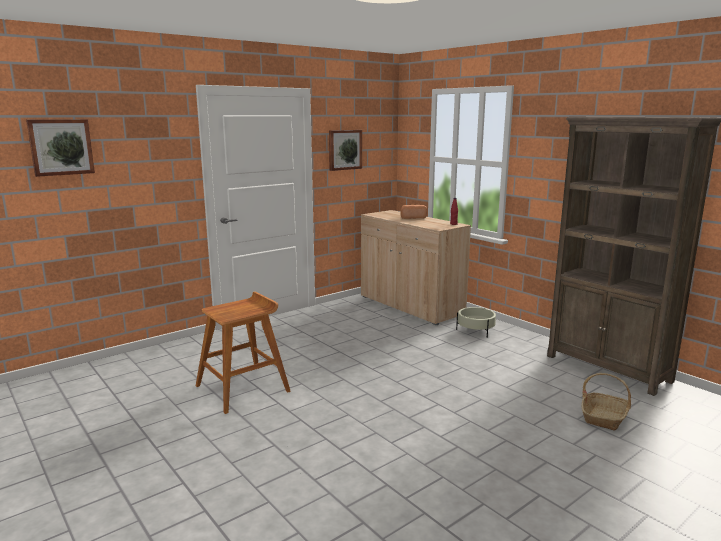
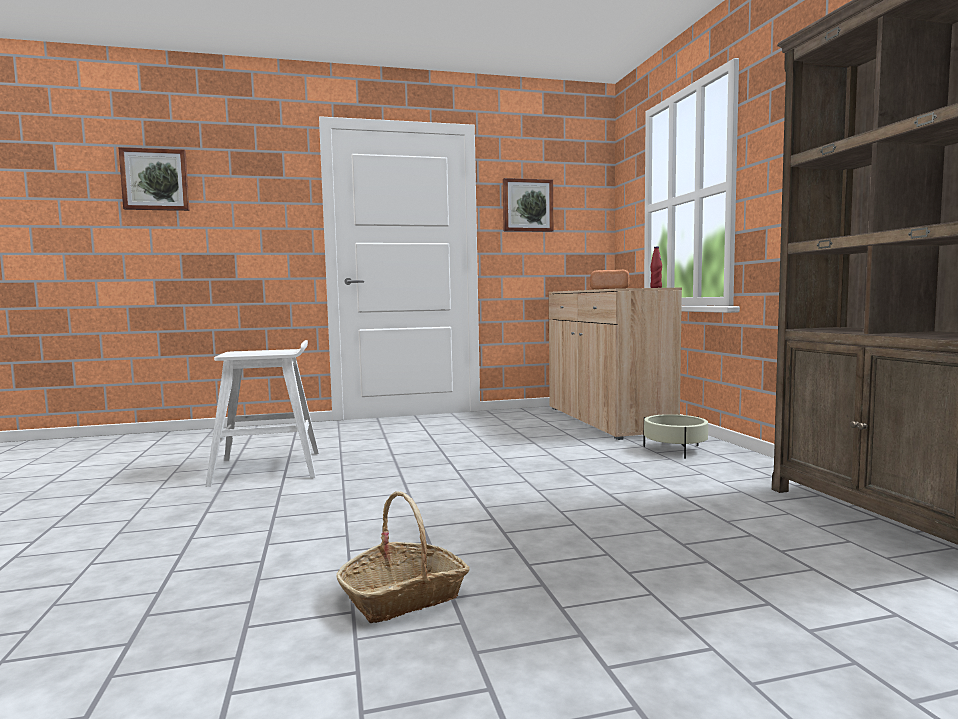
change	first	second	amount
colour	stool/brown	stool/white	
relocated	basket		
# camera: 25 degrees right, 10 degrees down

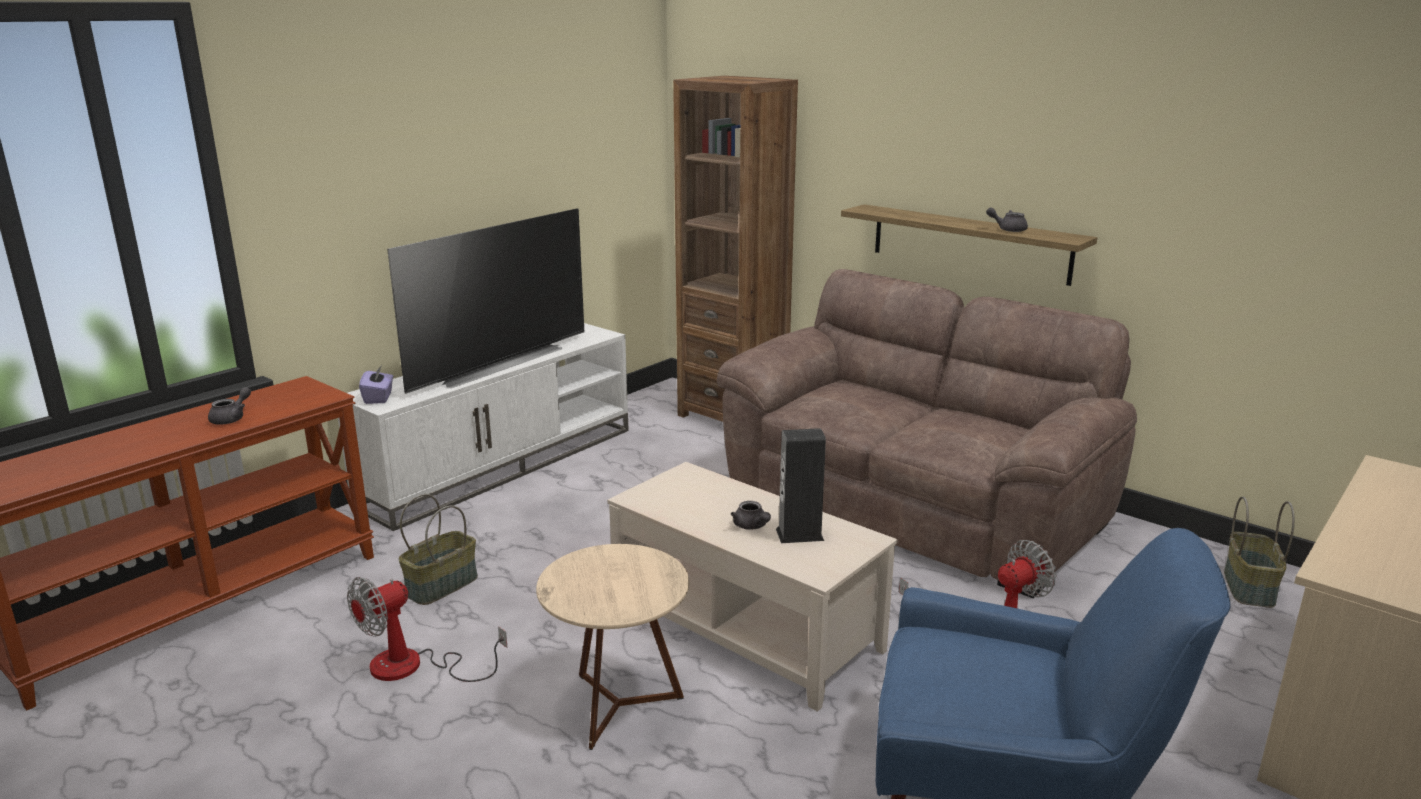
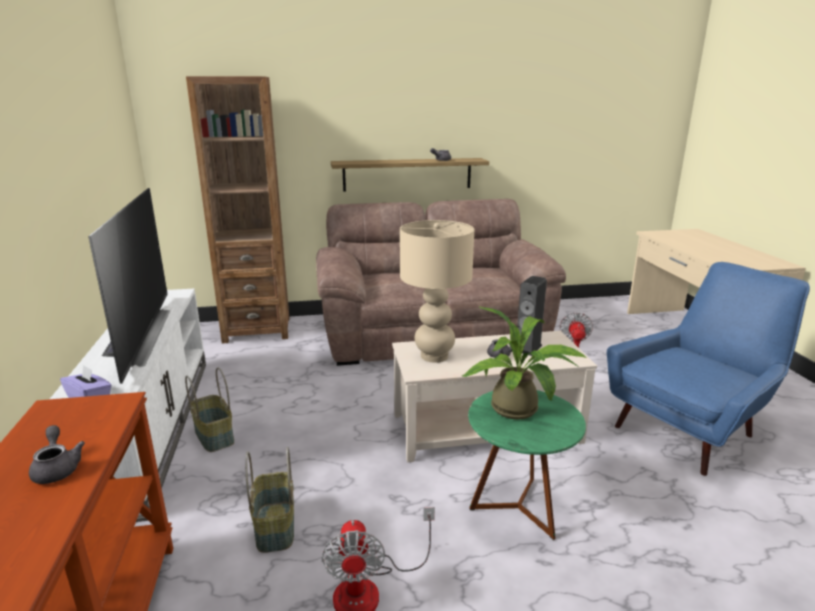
change	first	second	amount
relocated	basket (no. 2 from left in the first image)	basket (no. 1 from left)	
colour	side table/beige	side table/green	
appeared		table lamp/beige	
appeared		potted plant	
# camera: 50 degrees left, 0 degrees up

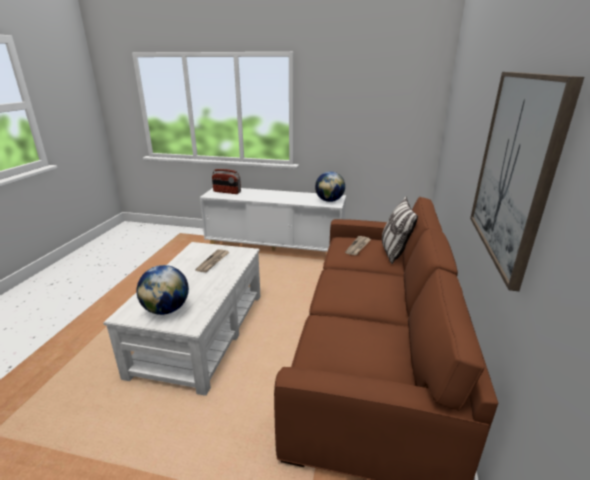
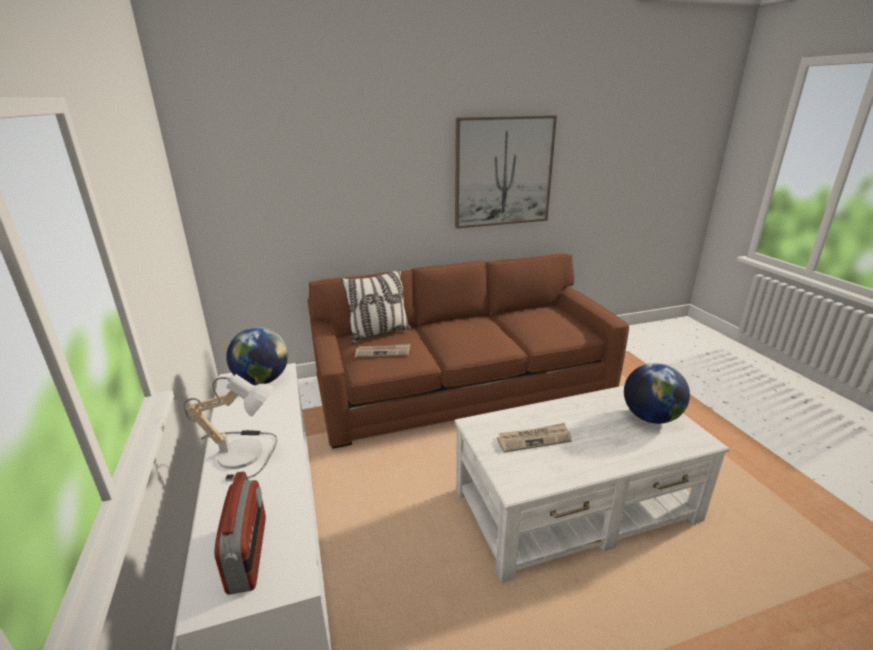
change	first	second	amount
appeared		table lamp	
# camera: 120 degrees left, 0 degrees up

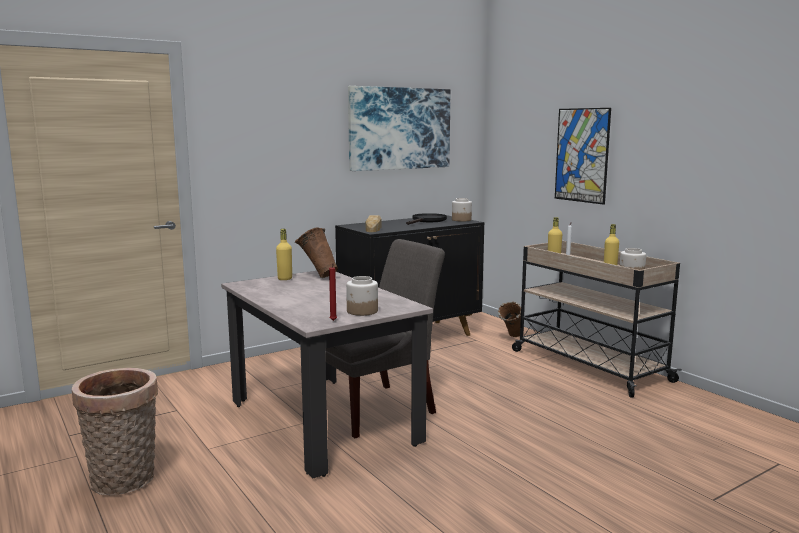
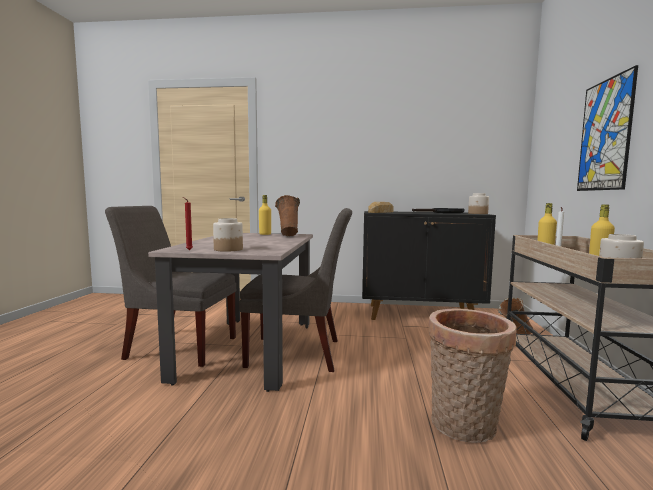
change	first	second	amount
missing	picture (no. 1 from left)		
relocated	basket		
appeared		chair/grey (no. 1 from left)	
# camera: 40 degrees right, 5 degrees down

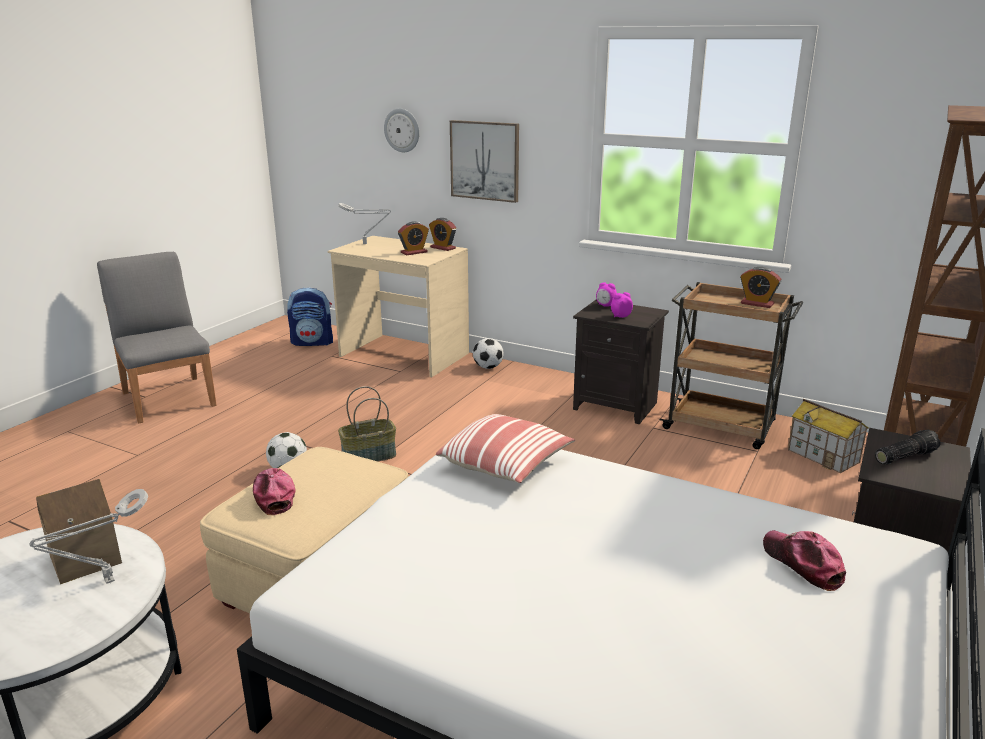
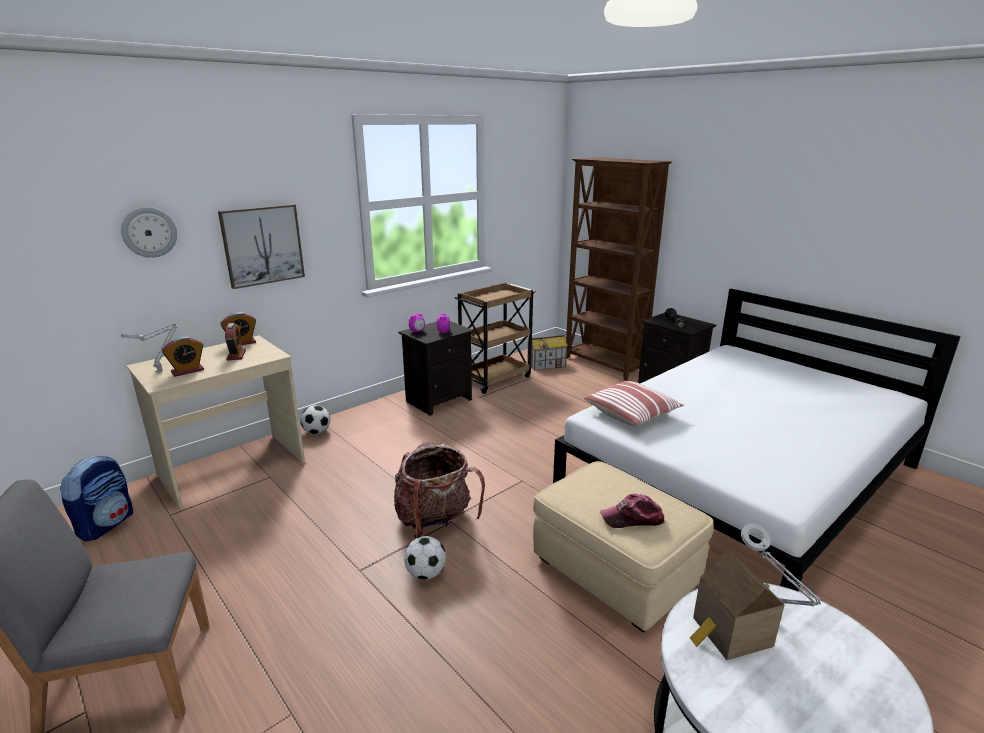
change	first	second	amount
relocated	alarm clock (no. 5 from left in the first image)	alarm clock (no. 1 from left)	
exchanged	basket	backpack (no. 2 from left)	
missing	cap (no. 2 from left)		
# camera: 70 degrees left, 0 degrees up

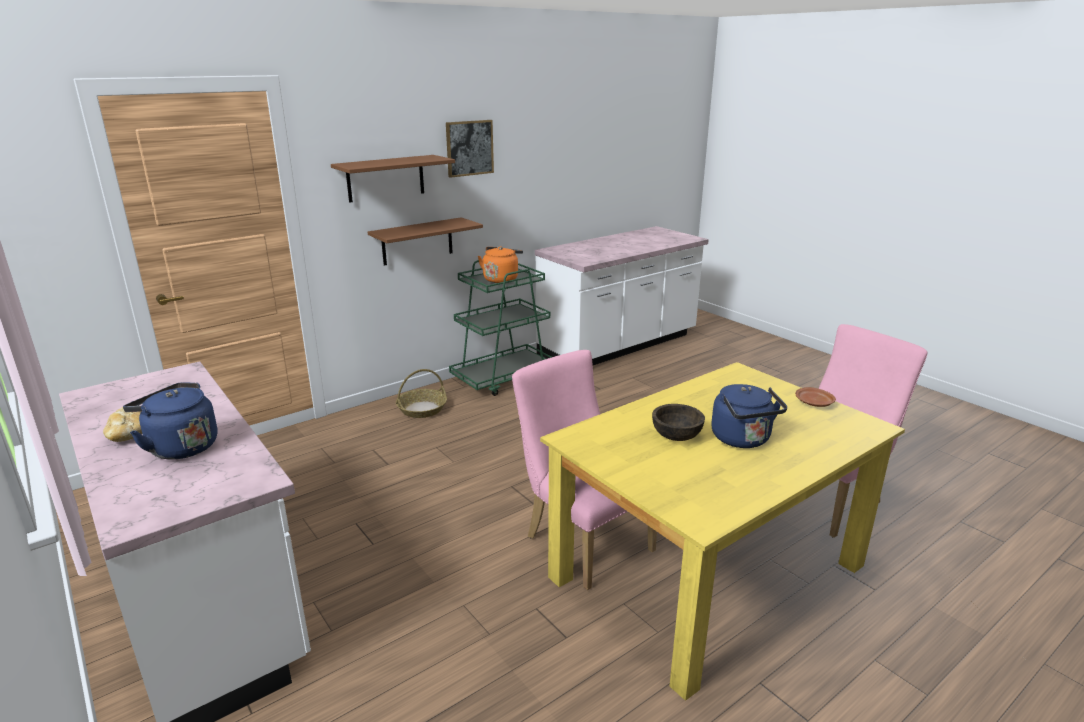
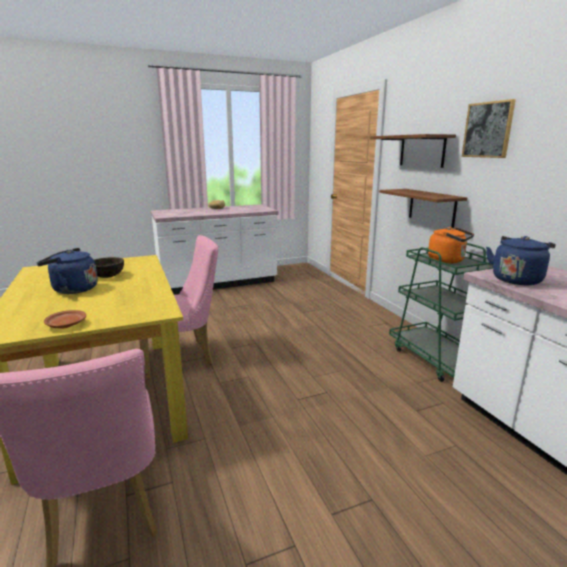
change	first	second	amount
missing	basket		
relocated	kettle/blue (no. 1 from left in the first image)	kettle/blue (no. 2 from left)	
# camera: 105 degrees right, 5 degrees down

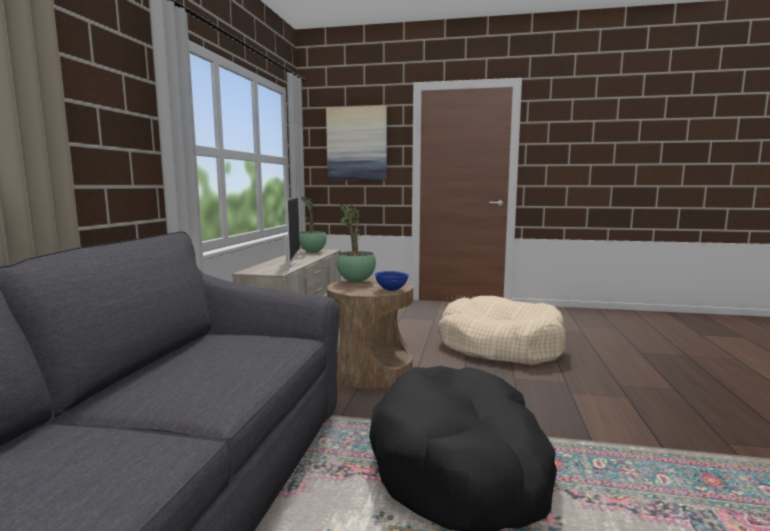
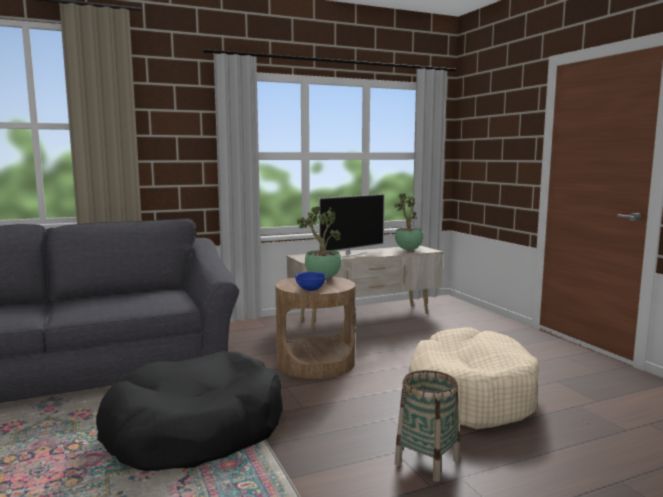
change	first	second	amount
missing	picture		
appeared		basket	
# camera: 55 degrees right, 0 degrees up

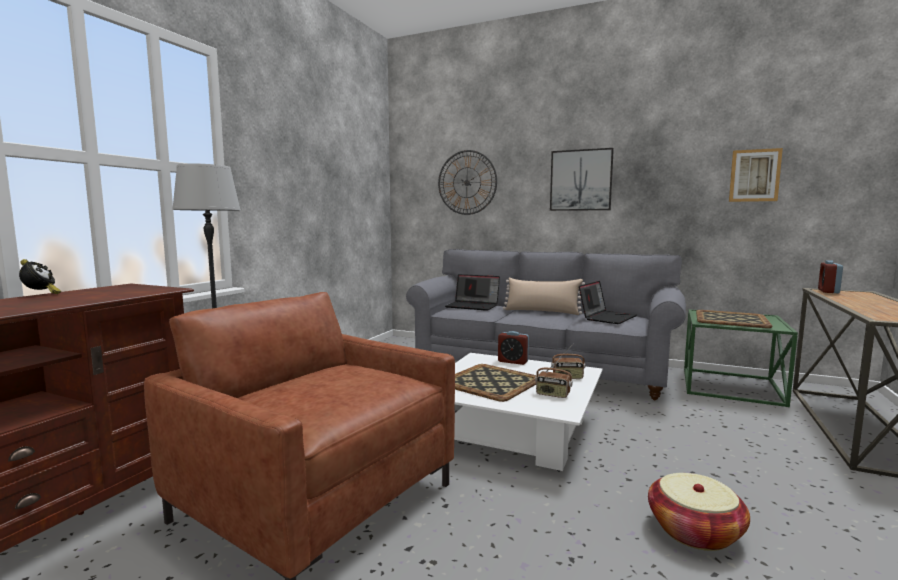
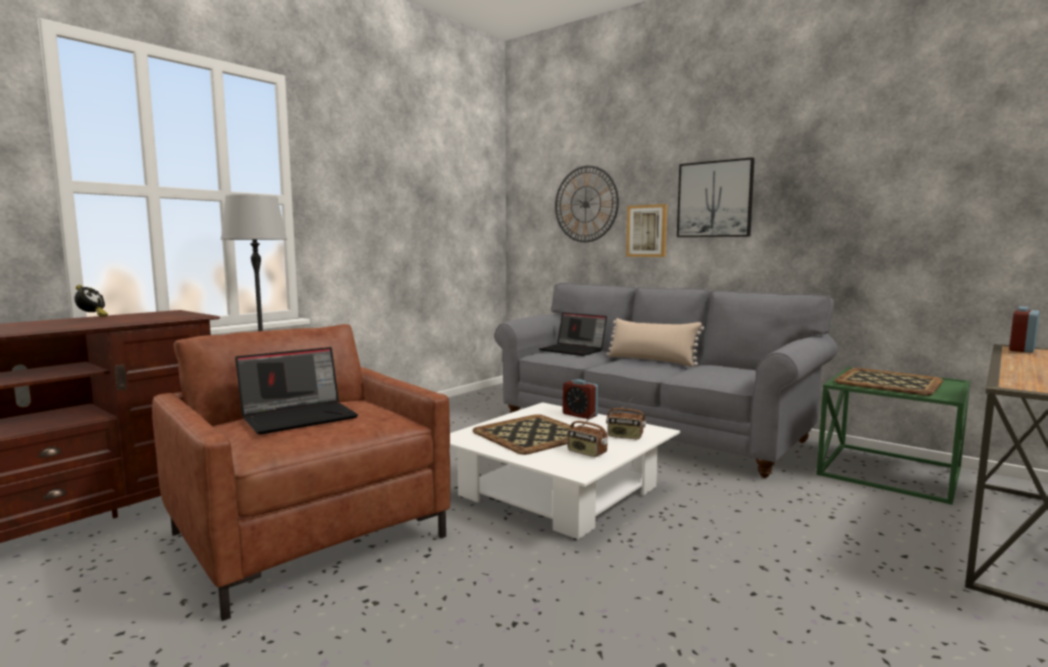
change	first	second	amount
relocated	picture (no. 2 from left in the first image)	picture (no. 1 from left)	
relocated	laptop (no. 2 from left in the first image)	laptop (no. 1 from left)	
missing	basket		
# camera: 15 degrees right, 0 degrees up

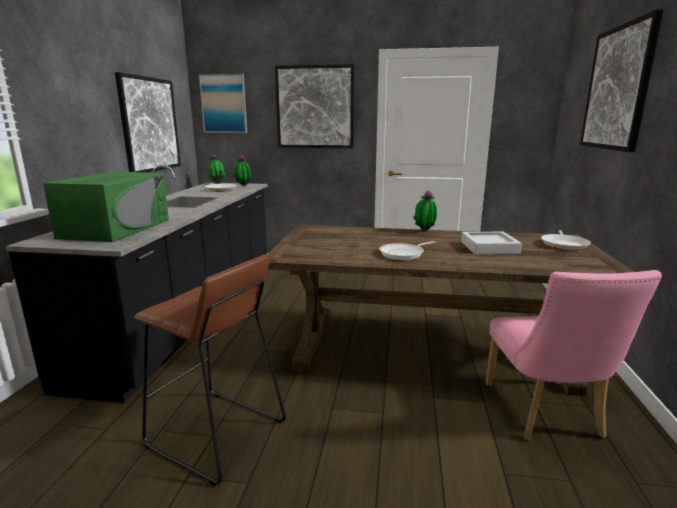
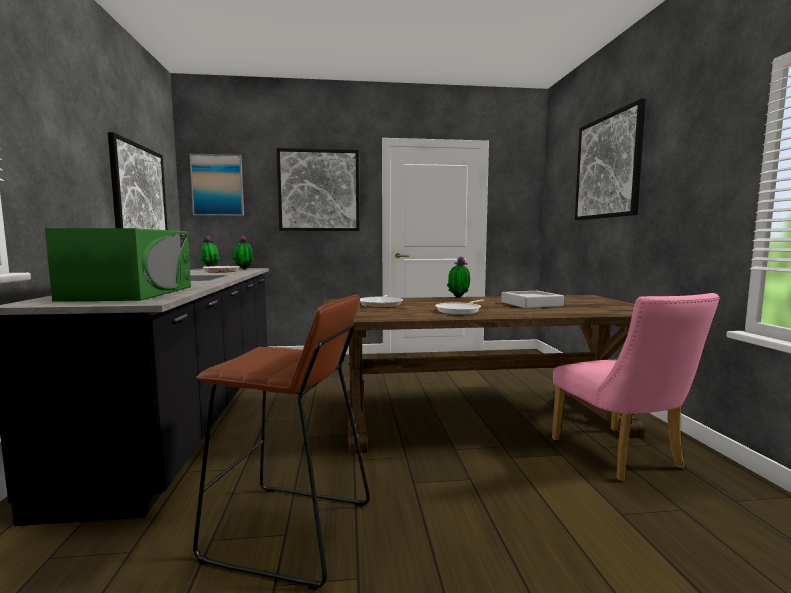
change	first	second	amount
relocated	frying pan (no. 3 from left in the first image)	frying pan (no. 2 from left)	
# camera: 15 degrees left, 10 degrees down

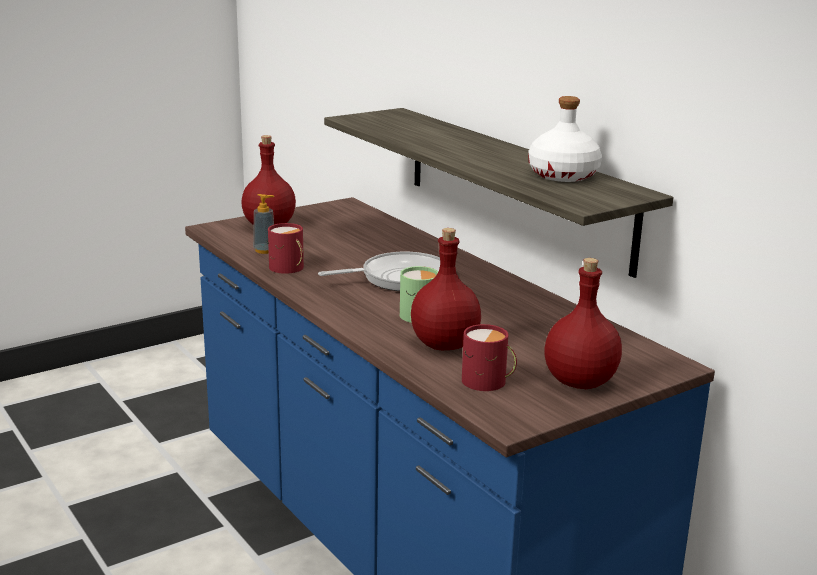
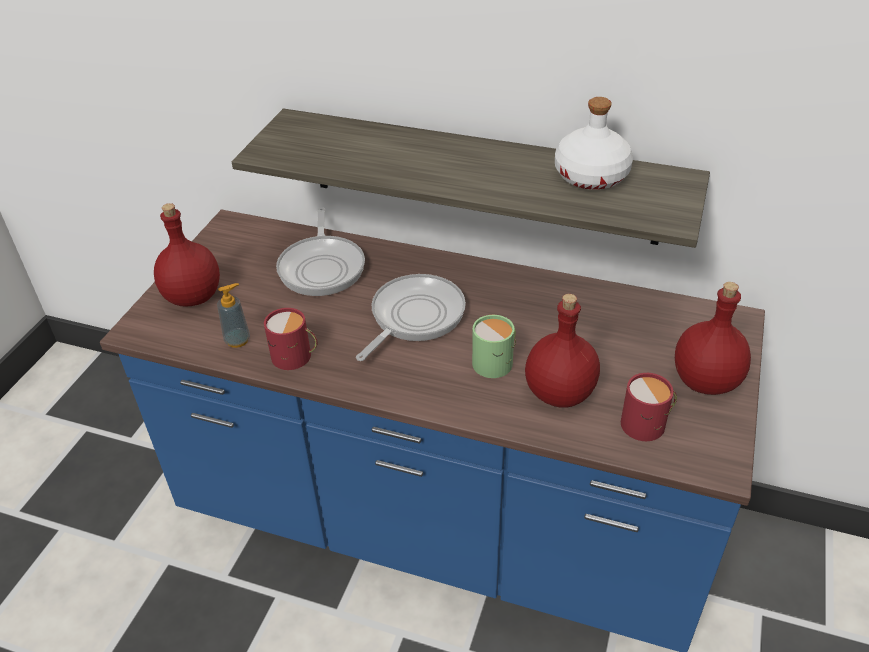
change	first	second	amount
appeared		frying pan (no. 1 from left)	
# camera: 35 degrees left, 20 degrees up

